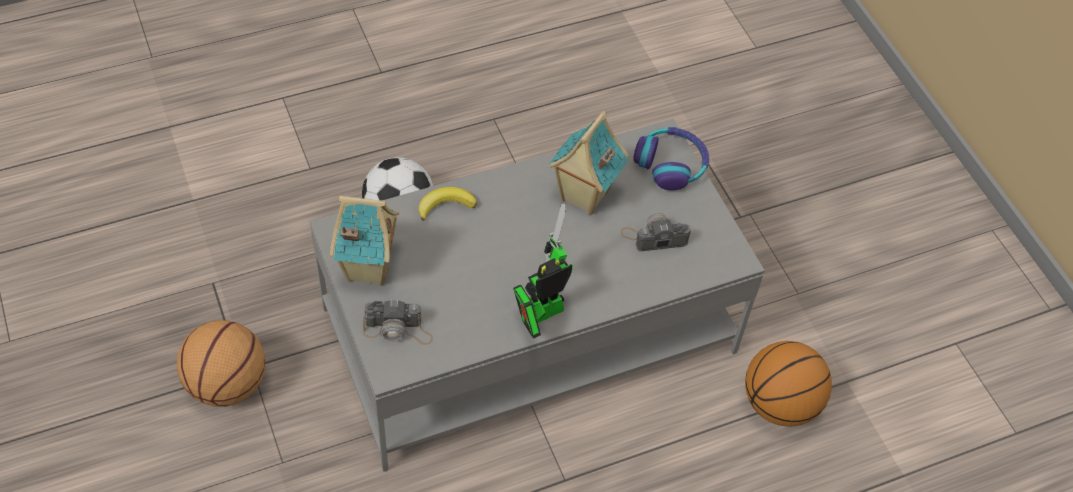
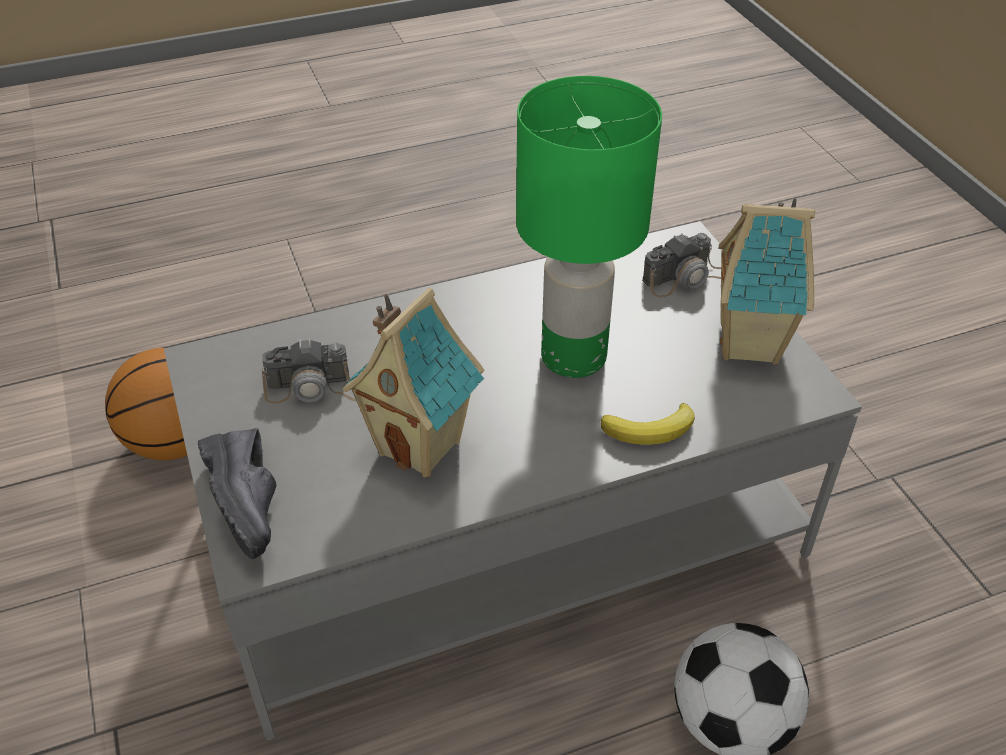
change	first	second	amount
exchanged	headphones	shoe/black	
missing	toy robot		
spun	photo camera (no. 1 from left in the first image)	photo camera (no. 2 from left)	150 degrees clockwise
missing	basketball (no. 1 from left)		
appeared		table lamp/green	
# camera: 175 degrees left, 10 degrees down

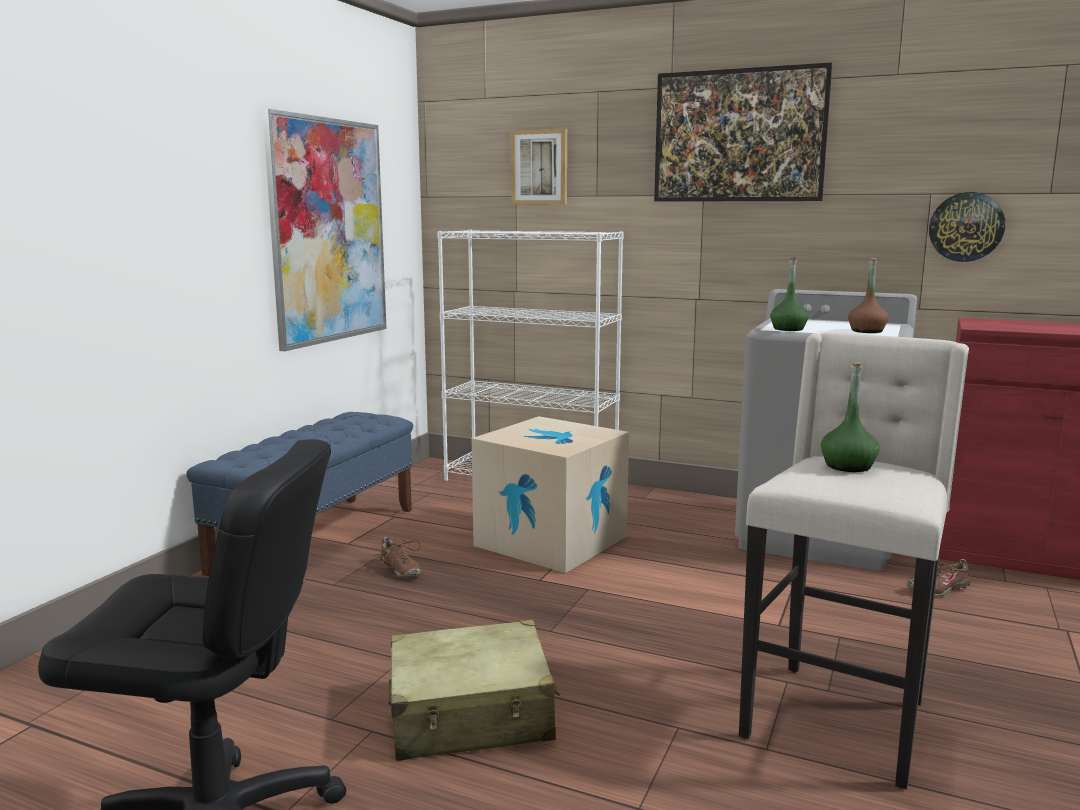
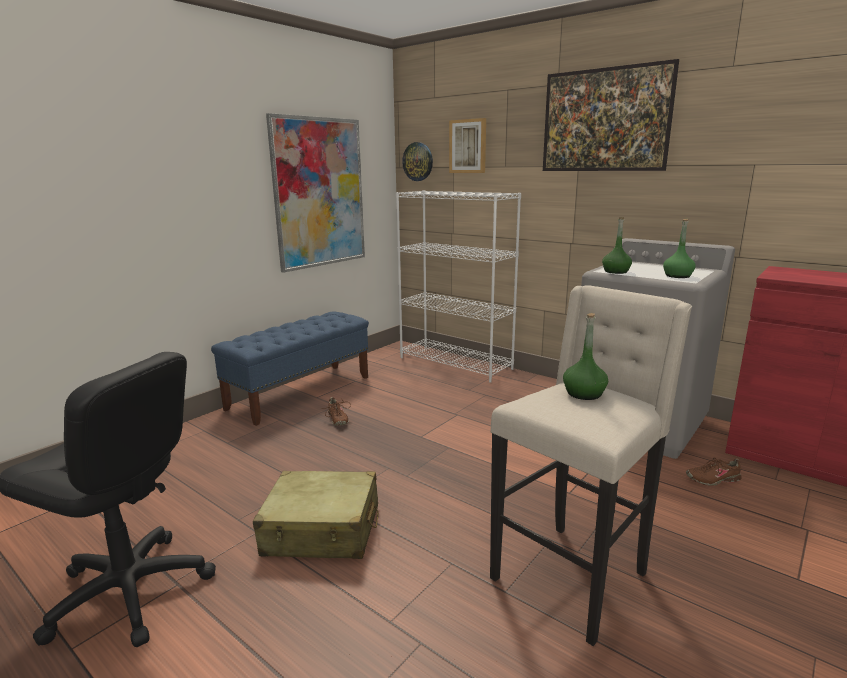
change	first	second	amount
relocated	wall clock		
colour	bottle/brown	bottle/green (no. 3 from left)	
missing	cardboard box		
# camera: 15 degrees right, 5 degrees up

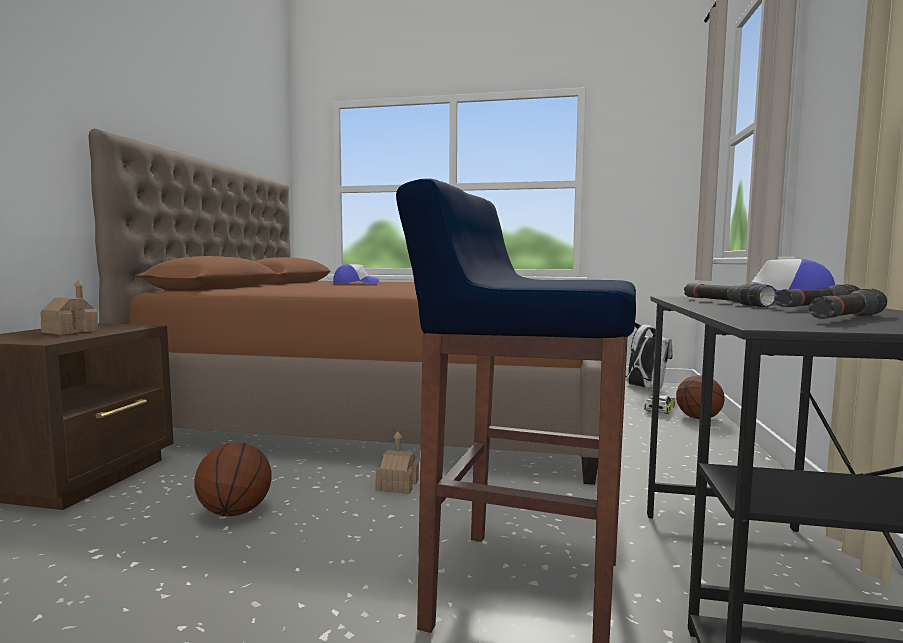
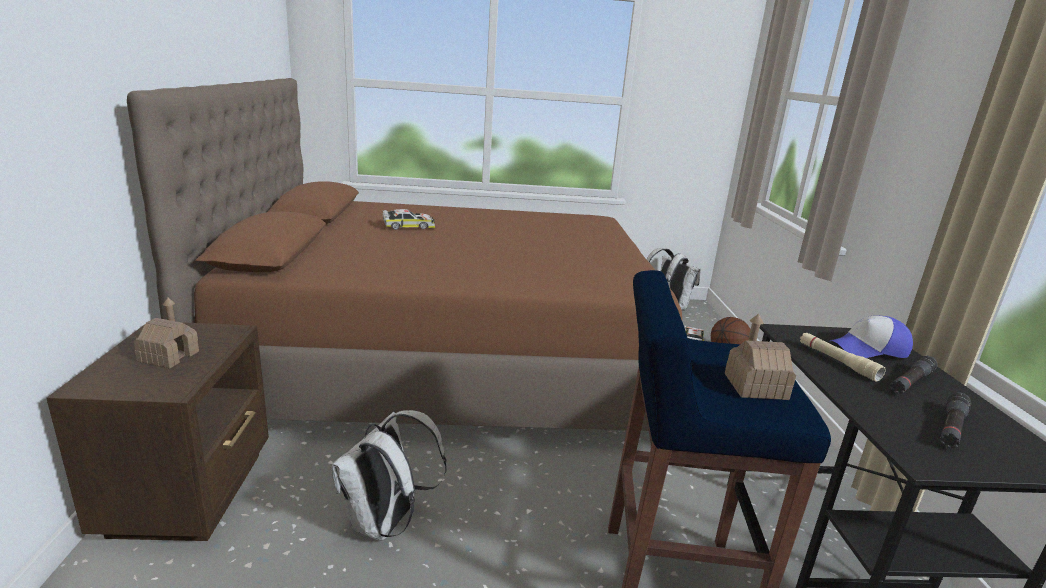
change	first	second	amount
exchanged	cap (no. 1 from left)	toy car (no. 1 from left)	
colour	flashlight/black (no. 1 from left)	flashlight/beige	
relocated	toy house (no. 2 from left)		
exchanged	basketball (no. 1 from left)	backpack/white (no. 1 from left)	
# camera: 15 degrees left, 15 degrees up

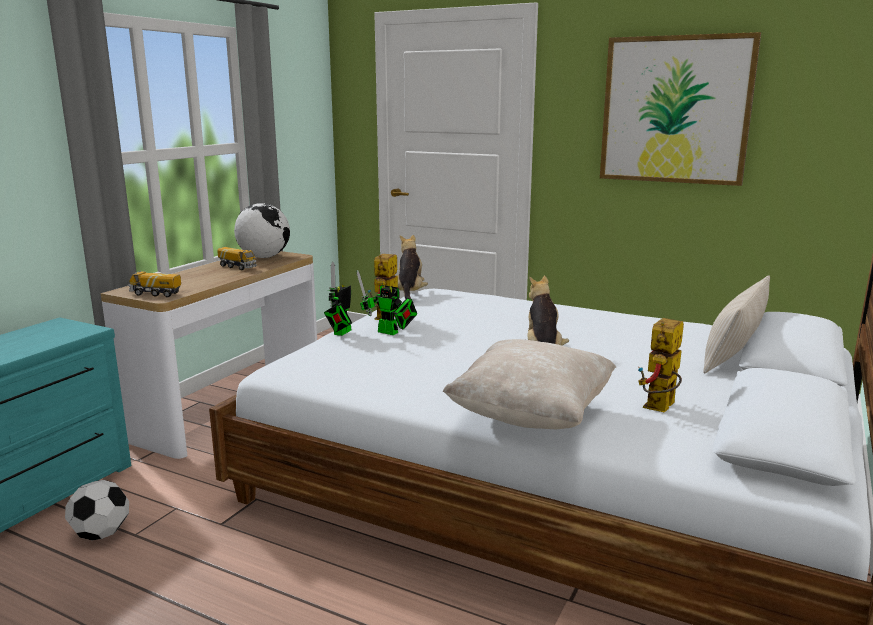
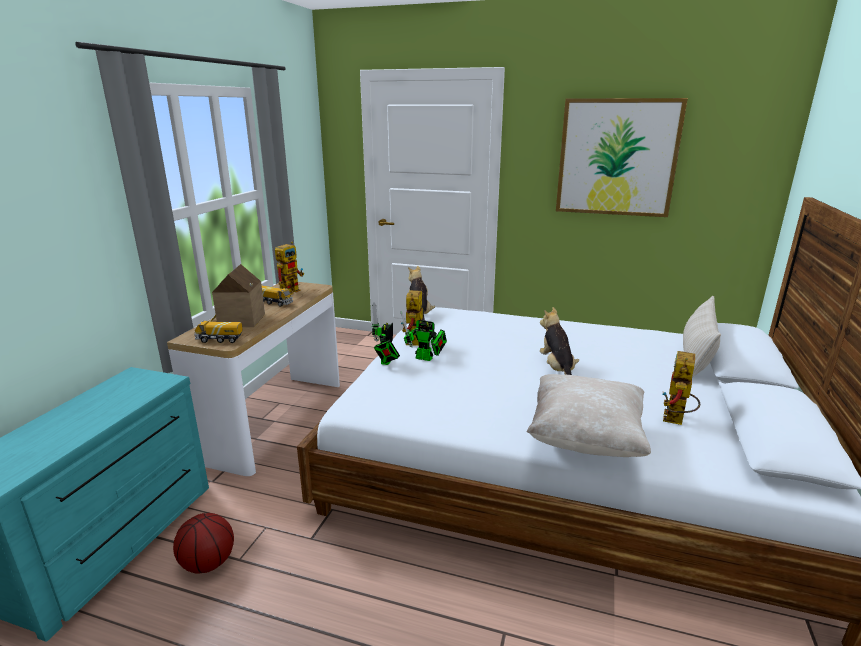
change	first	second	amount
exchanged	globe	toy robot (no. 1 from left)	
exchanged	football	basketball	
appeared		toy house	
# camera: 10 degrees left, 5 degrees up

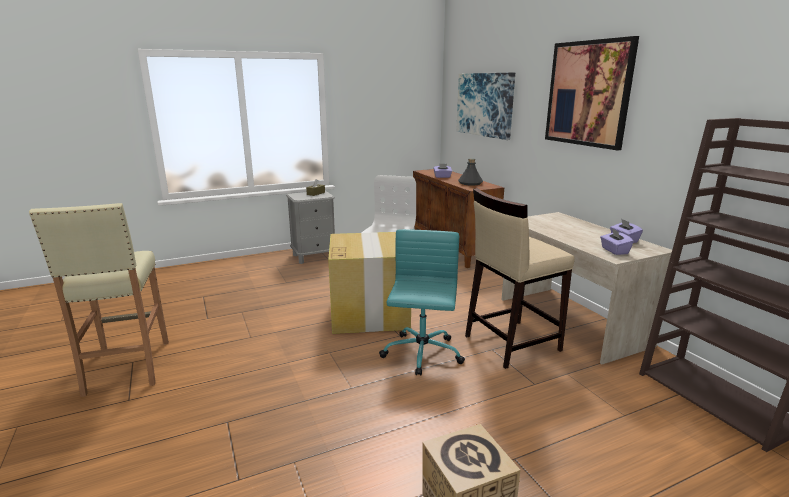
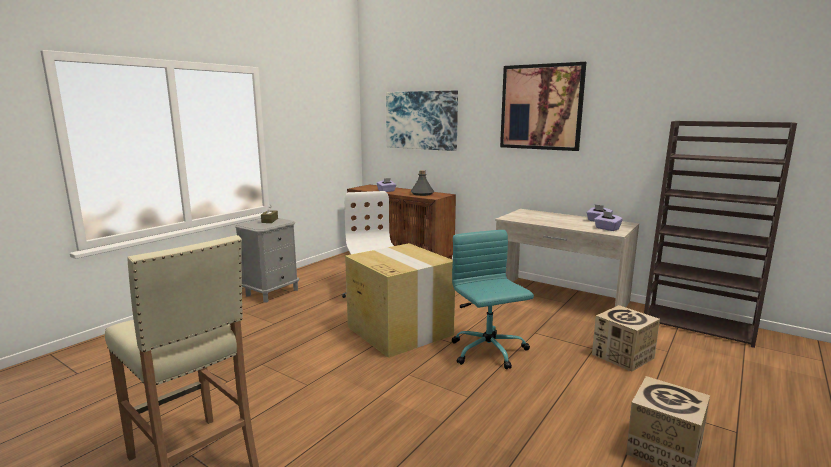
change	first	second	amount
missing	stool/beige (no. 2 from left)		
appeared		cardboard box (no. 2 from left)	
# camera: 30 degrees left, 5 degrees down

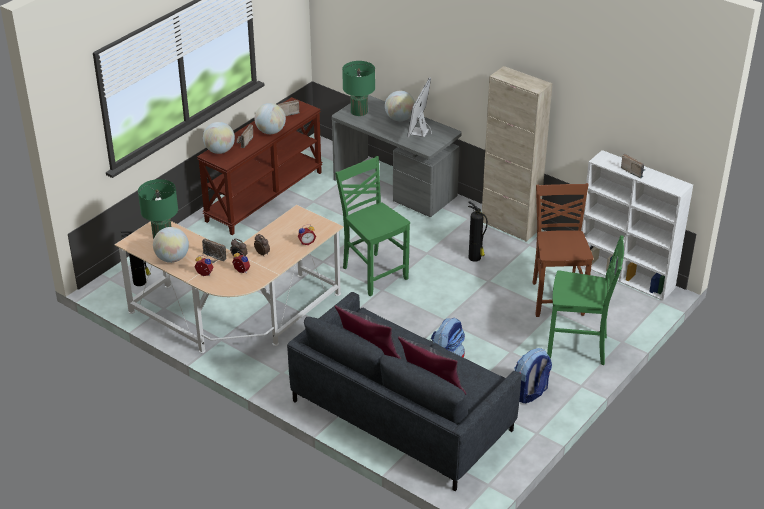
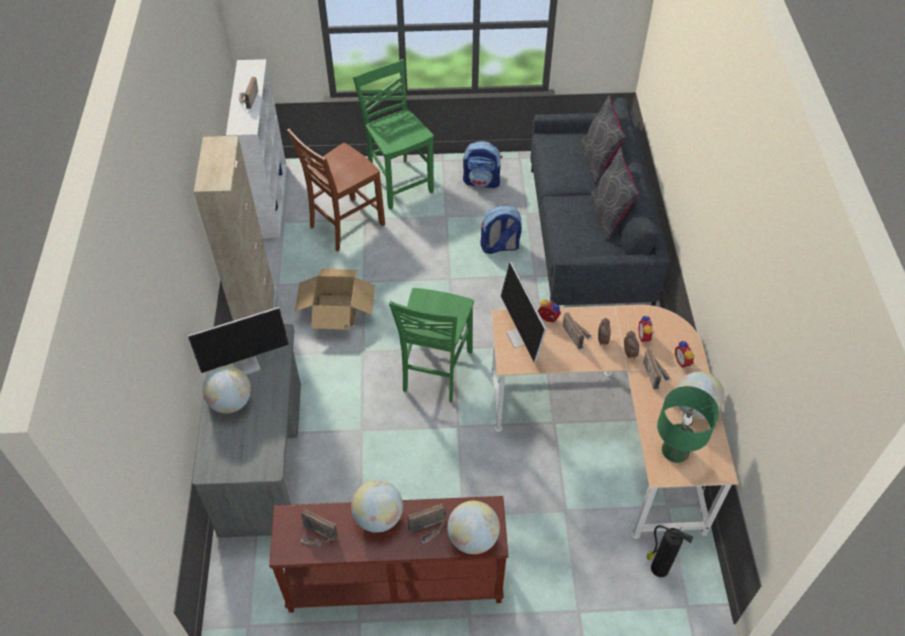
change	first	second	amount
missing	table lamp/green (no. 2 from left)		
exchanged	fire extinguisher (no. 2 from left)	cardboard box	
appeared		monitor (no. 2 from left)	
appeared		radio (no. 4 from left)	
# camera: 130 degrees left, 15 degrees up

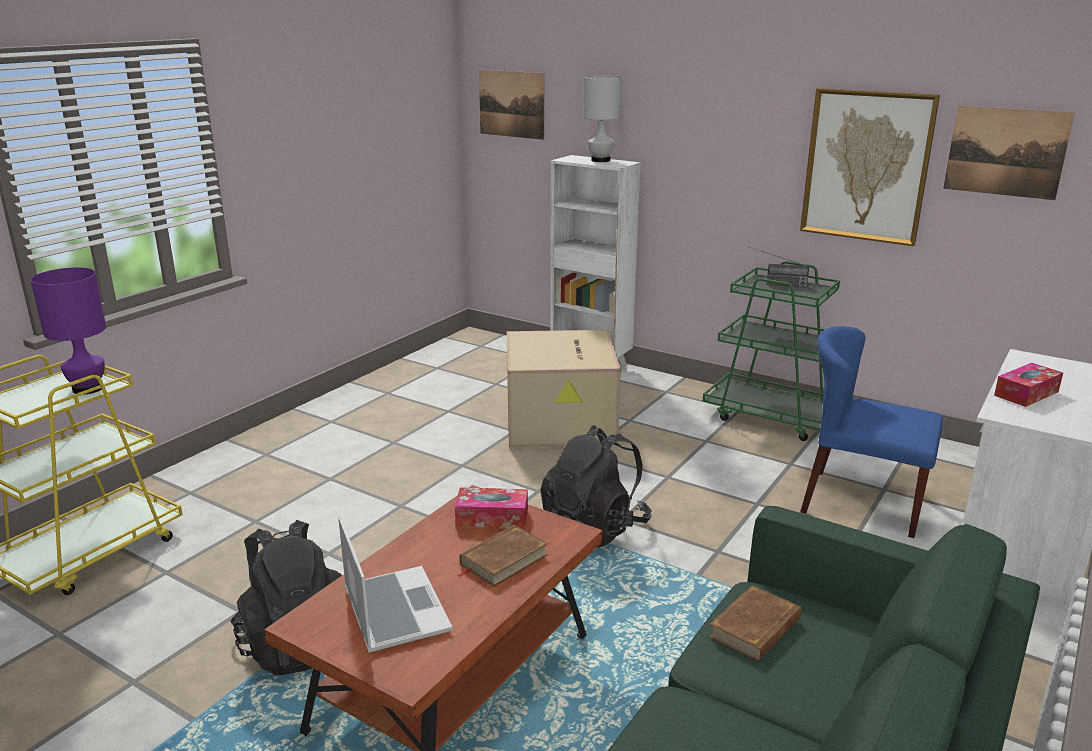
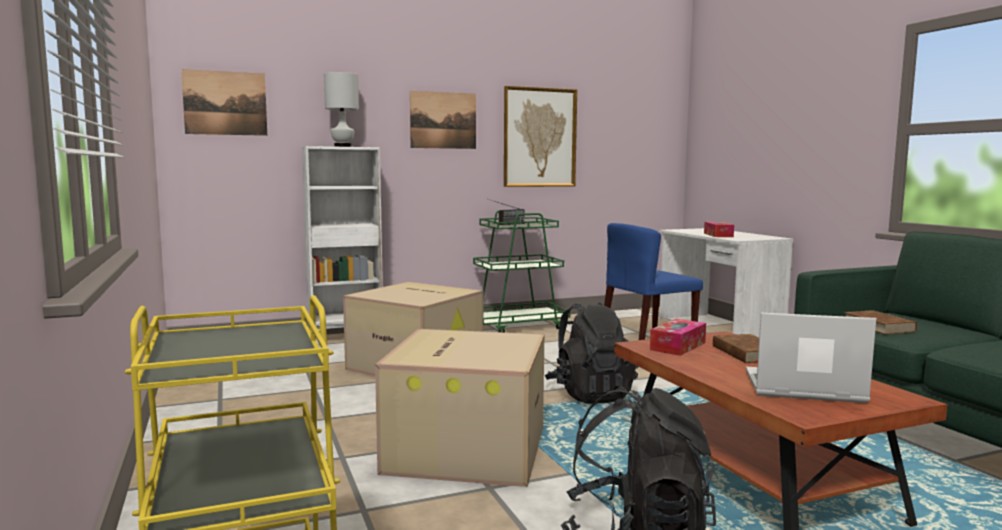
change	first	second	amount
relocated	picture (no. 3 from left in the first image)	picture (no. 2 from left)	
missing	table lamp/purple		
appeared		cardboard box (no. 2 from left)	
# camera: 55 degrees left, 15 degrees down

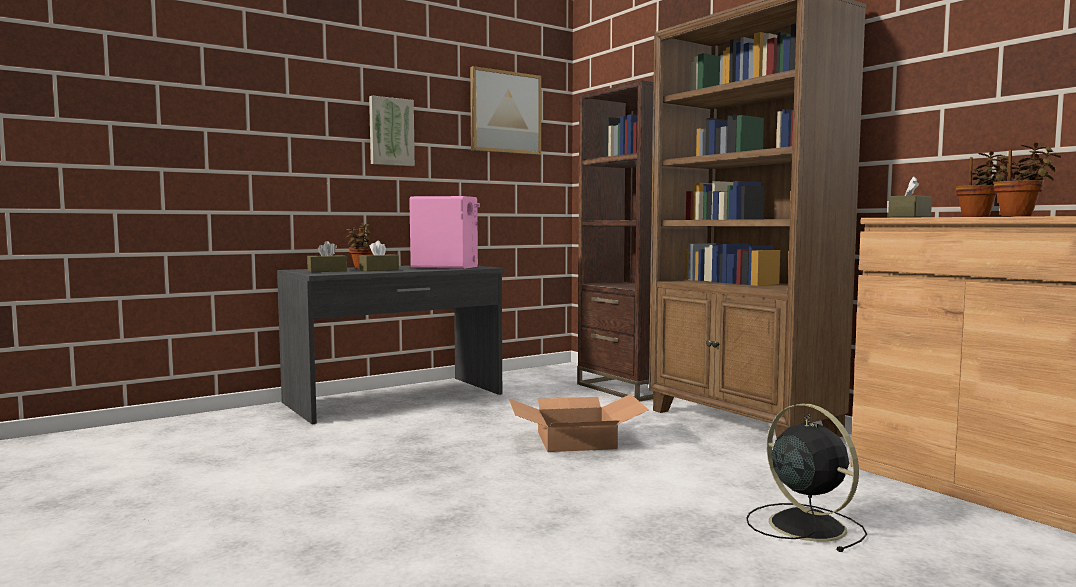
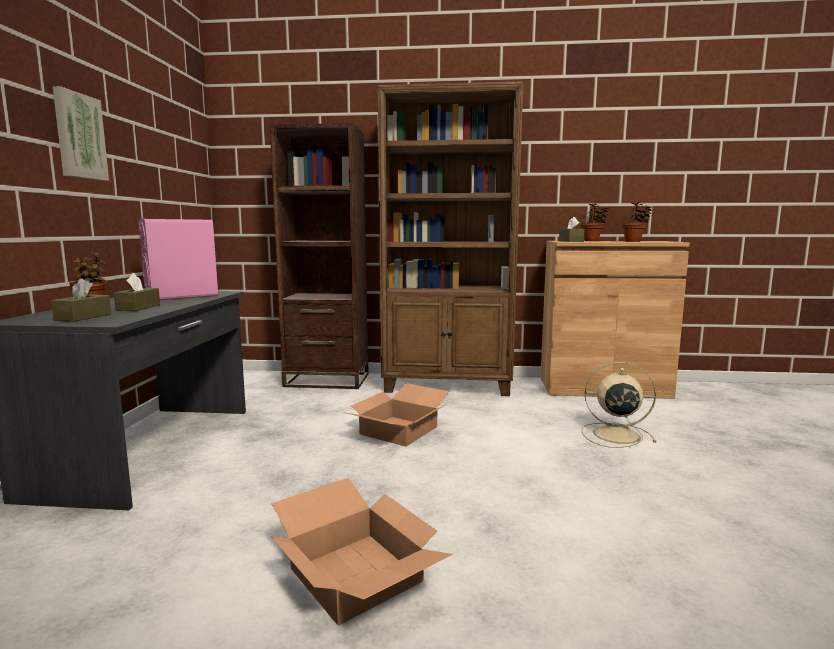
change	first	second	amount
missing	picture (no. 2 from left)		
colour	fan/black	fan/beige	
appeared		cardboard box (no. 1 from left)	
# camera: 50 degrees left, 5 degrees up

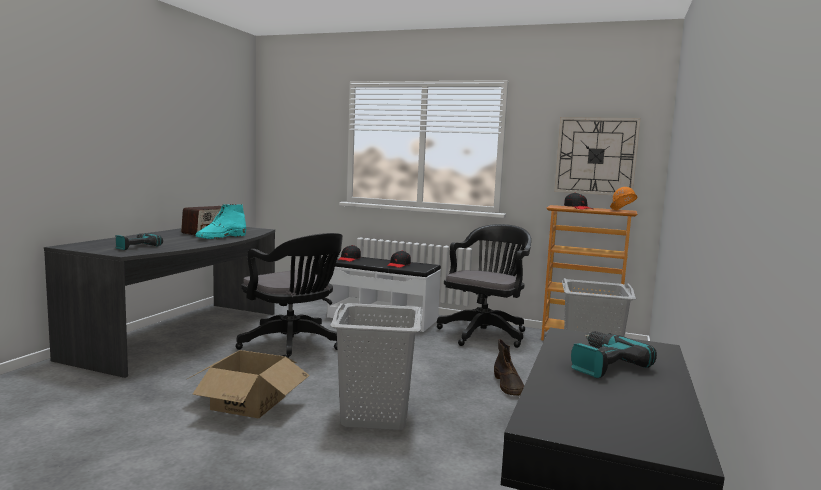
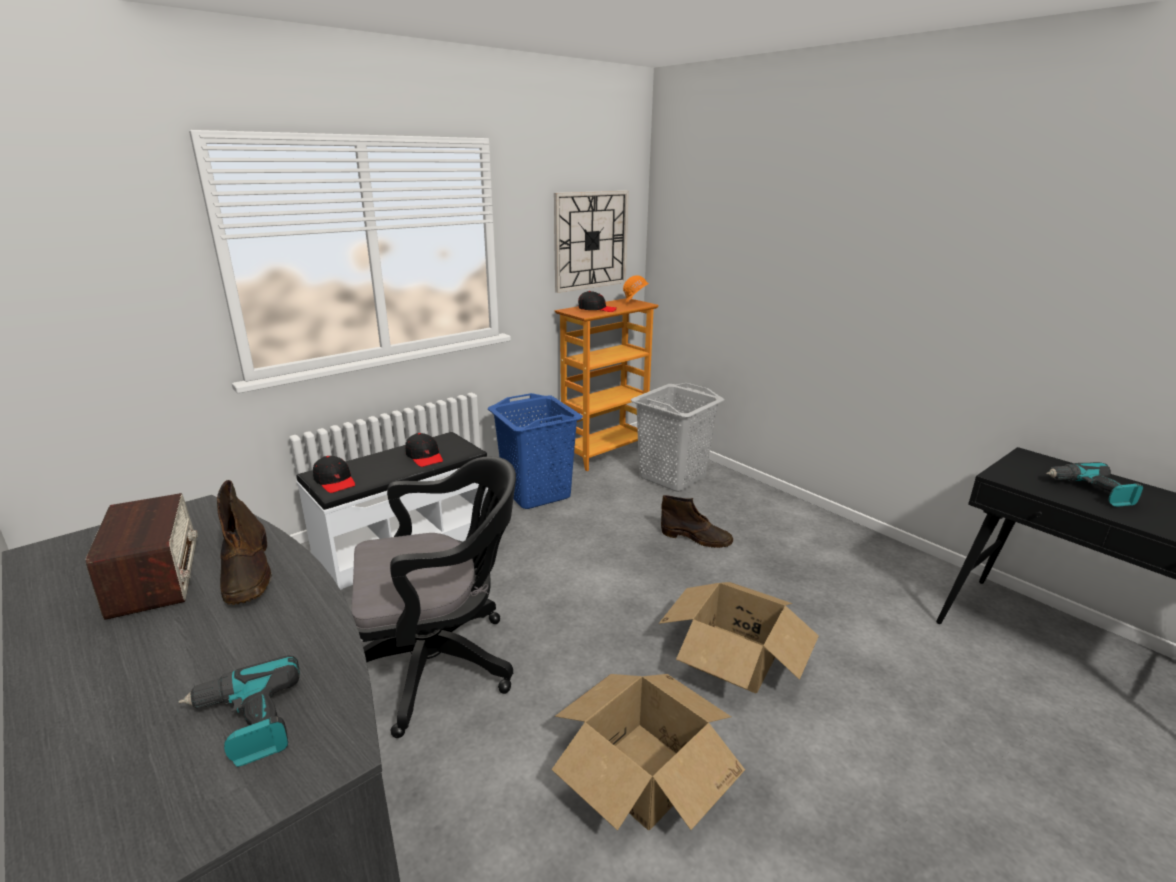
change	first	second	amount
colour	boot/turquoise	boot/brown (no. 1 from left)	
exchanged	office chair/black (no. 2 from left)	laundry basket/blue	
exchanged	laundry basket/grey (no. 1 from left)	cardboard box (no. 2 from left)	
# camera: 60 degrees left, 15 degrees up

